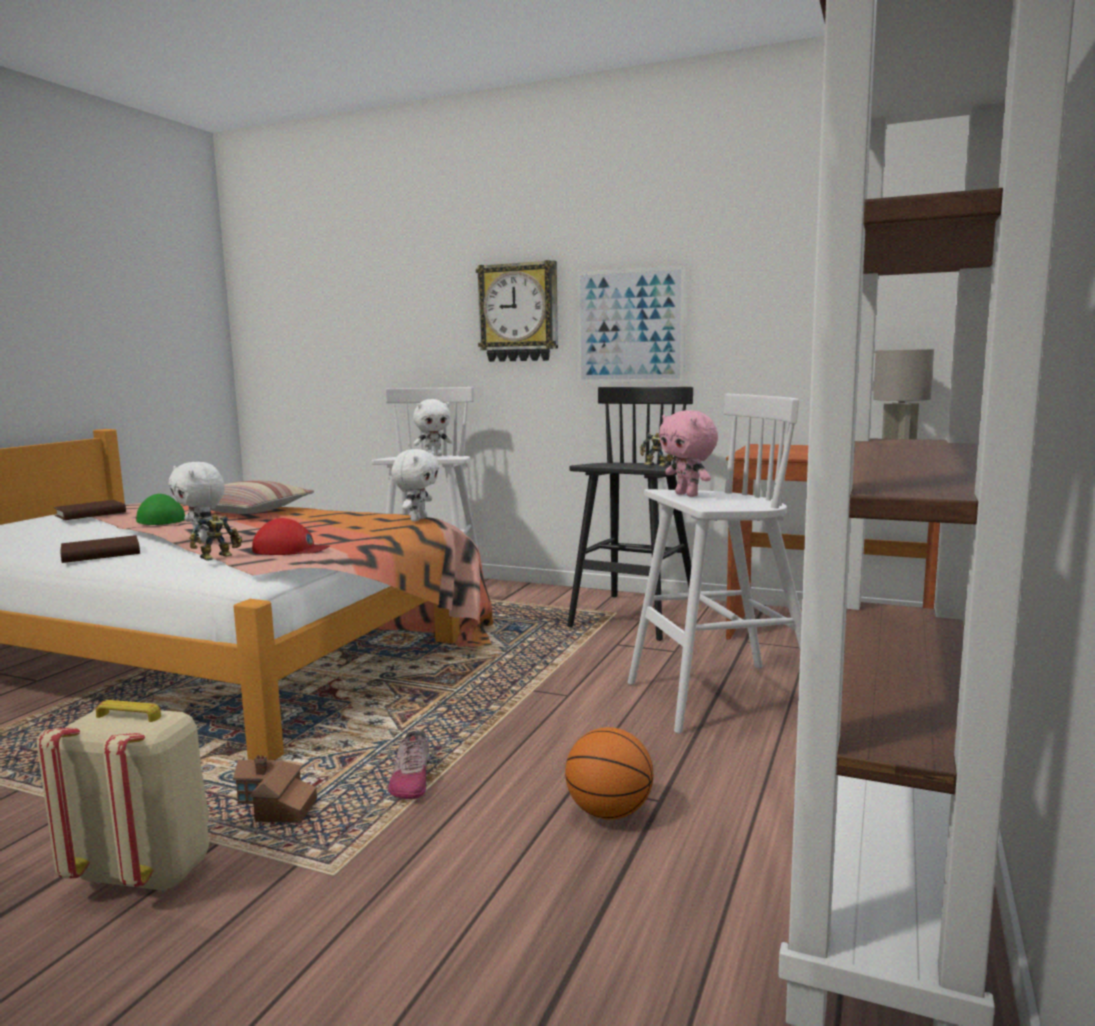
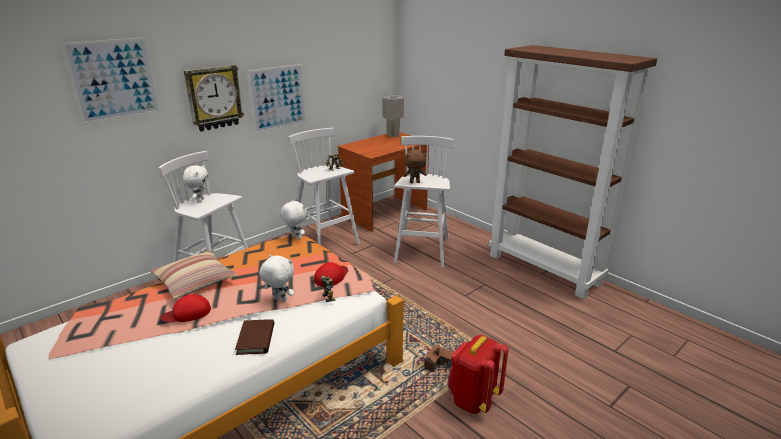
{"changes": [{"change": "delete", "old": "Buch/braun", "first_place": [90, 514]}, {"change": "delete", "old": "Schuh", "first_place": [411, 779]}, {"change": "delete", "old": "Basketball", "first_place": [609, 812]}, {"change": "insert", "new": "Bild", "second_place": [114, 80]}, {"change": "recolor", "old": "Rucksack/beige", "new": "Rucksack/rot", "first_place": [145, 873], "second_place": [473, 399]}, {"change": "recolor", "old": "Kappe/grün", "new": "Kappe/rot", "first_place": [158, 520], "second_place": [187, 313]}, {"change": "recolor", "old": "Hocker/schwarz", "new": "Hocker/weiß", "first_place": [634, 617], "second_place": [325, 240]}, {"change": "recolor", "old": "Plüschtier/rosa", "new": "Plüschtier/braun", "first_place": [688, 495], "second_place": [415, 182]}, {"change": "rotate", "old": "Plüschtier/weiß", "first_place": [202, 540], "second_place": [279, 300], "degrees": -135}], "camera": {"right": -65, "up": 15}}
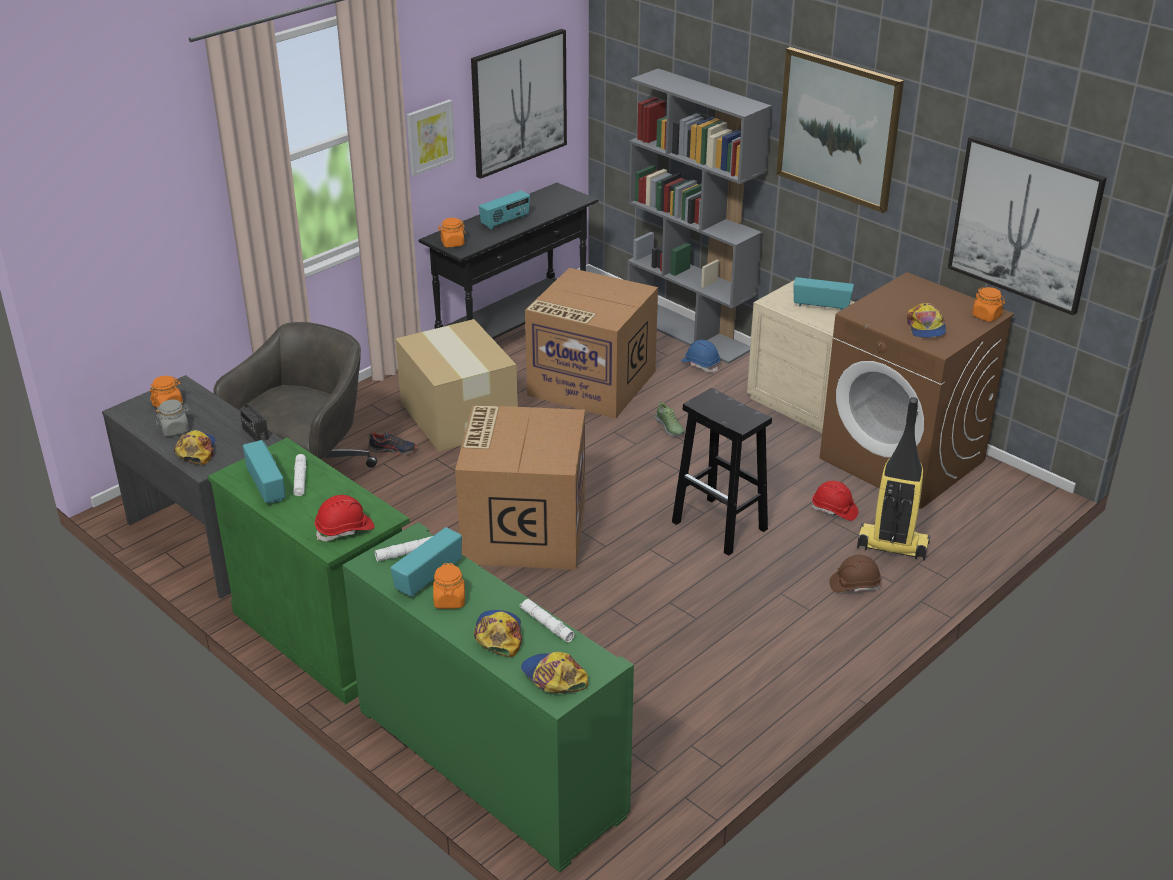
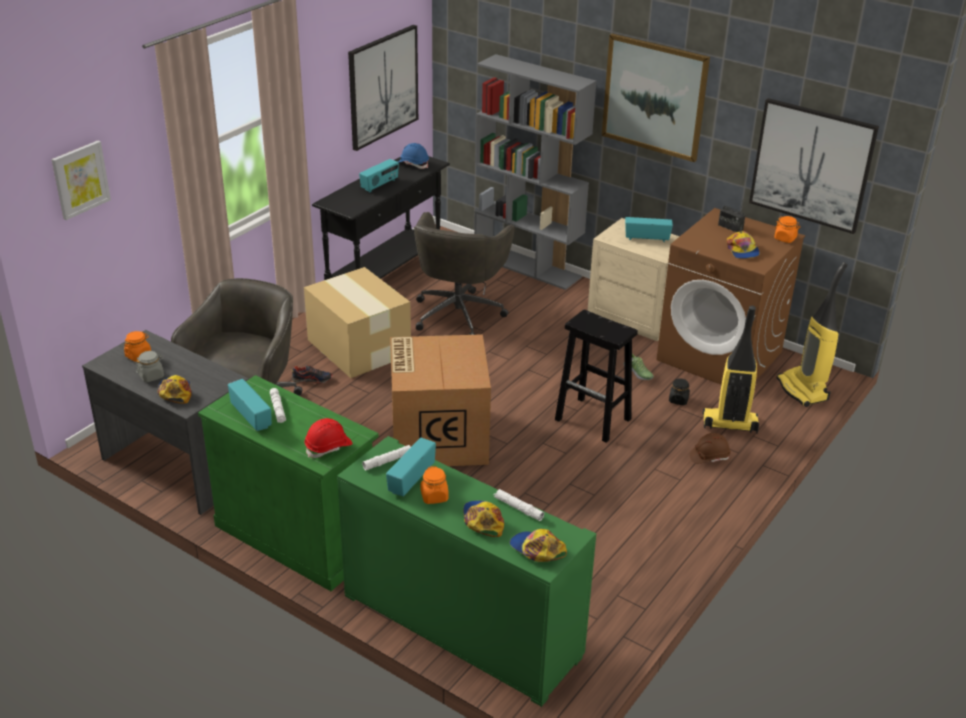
{"changes": [{"change": "delete", "old": "Vorratsglas/orange", "first_place": [452, 243]}, {"change": "insert", "new": "Staubsauger", "second_place": [803, 390]}, {"change": "move", "old": "Radio", "first_place": [255, 434], "second_place": [730, 227]}, {"change": "move", "old": "Bild", "first_place": [430, 137], "second_place": [80, 179]}, {"change": "move", "old": "Schuh", "first_place": [669, 427], "second_place": [638, 373]}, {"change": "move", "old": "Schutzhelm/blau", "first_place": [700, 364], "second_place": [413, 164]}, {"change": "replace", "old": "Karton", "new": "Bürostuhl/grau", "first_place": [590, 383], "second_place": [459, 313]}, {"change": "replace", "old": "Schutzhelm/rot", "new": "Vorratsglas/schwarz", "first_place": [834, 510], "second_place": [678, 400]}], "camera": {"right": -10, "up": 0}}
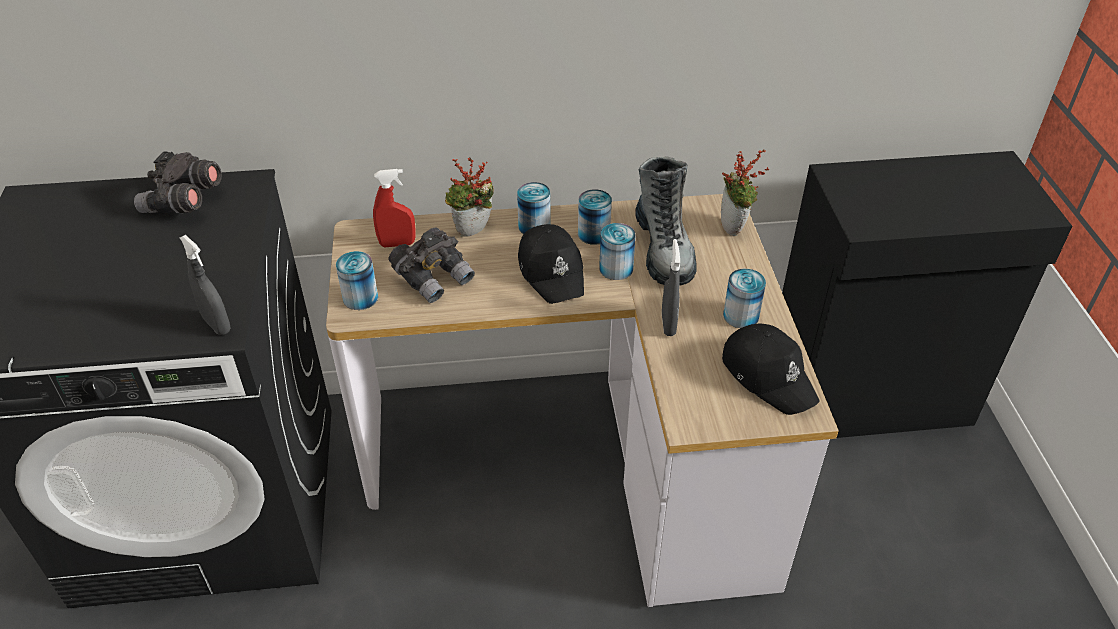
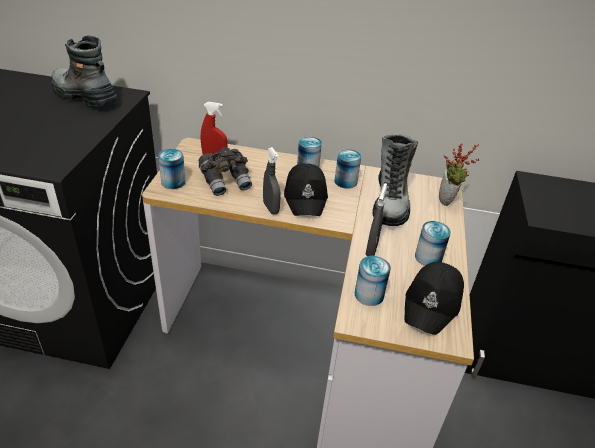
{"changes": [{"change": "delete", "old": "Topfpflanze", "first_place": [473, 233]}, {"change": "move", "old": "Sprühflasche/grau", "first_place": [216, 325], "second_place": [271, 208]}, {"change": "move", "old": "Dose", "first_place": [616, 268], "second_place": [369, 294]}, {"change": "replace", "old": "Fernglas/grau", "new": "Stiefel", "first_place": [183, 204], "second_place": [84, 96]}, {"change": "rotate", "old": "Kappe/schwarz", "first_place": [769, 375], "second_place": [433, 303], "degrees": 45}], "camera": {"right": 15, "up": -5}}
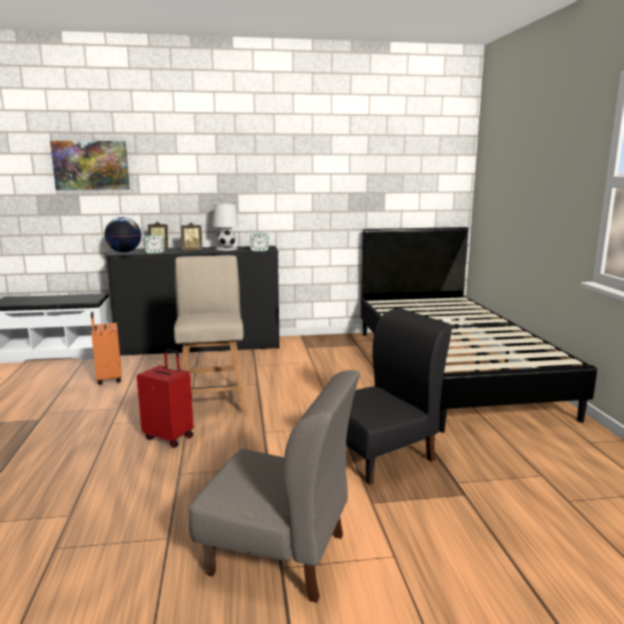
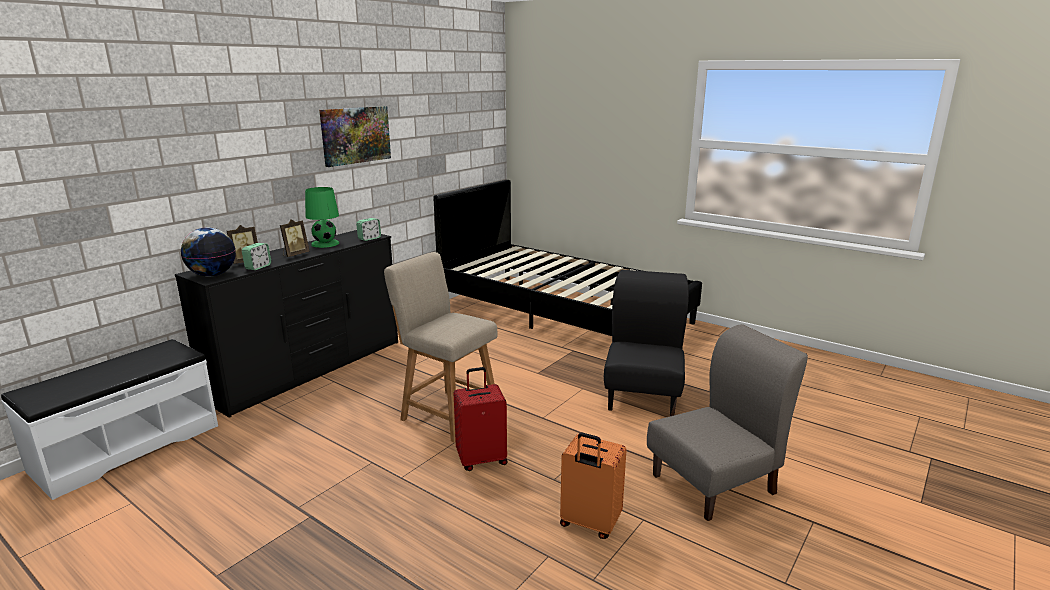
{"changes": [{"change": "move", "old": "Bild", "first_place": [91, 165], "second_place": [355, 135]}, {"change": "move", "old": "Koffer/orange", "first_place": [108, 379], "second_place": [589, 524]}, {"change": "recolor", "old": "Tischlampe/weiß", "new": "Tischlampe/grün", "first_place": [226, 249], "second_place": [325, 243]}], "camera": {"right": -45, "up": 5}}
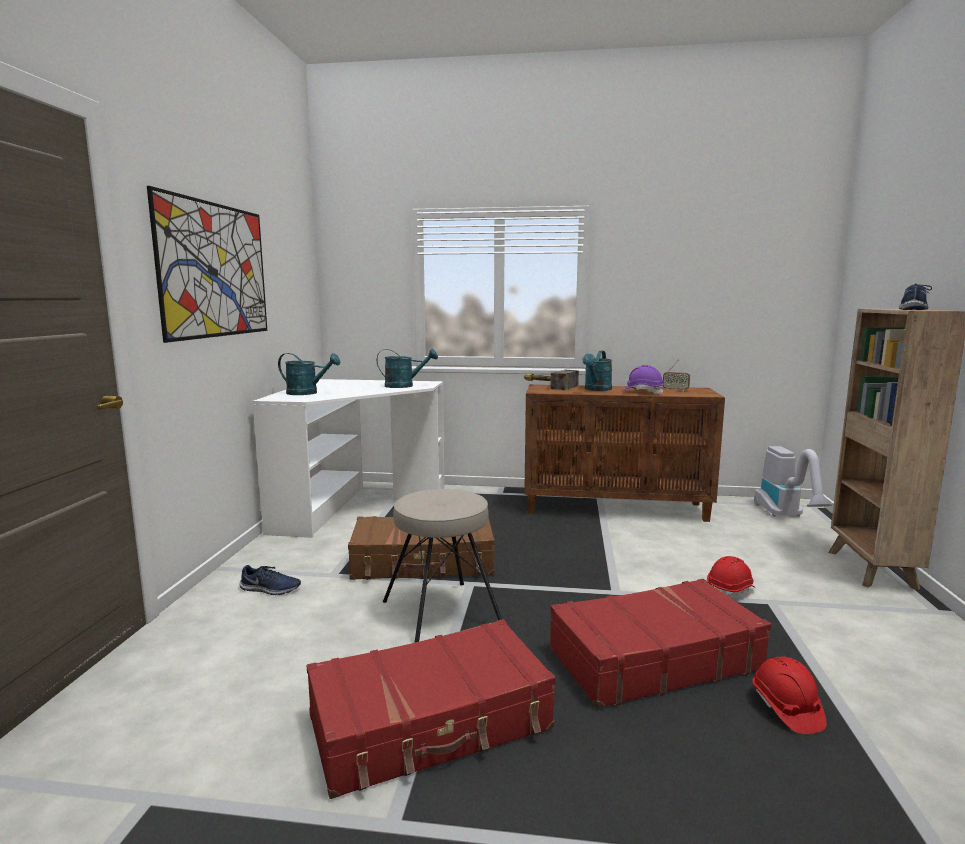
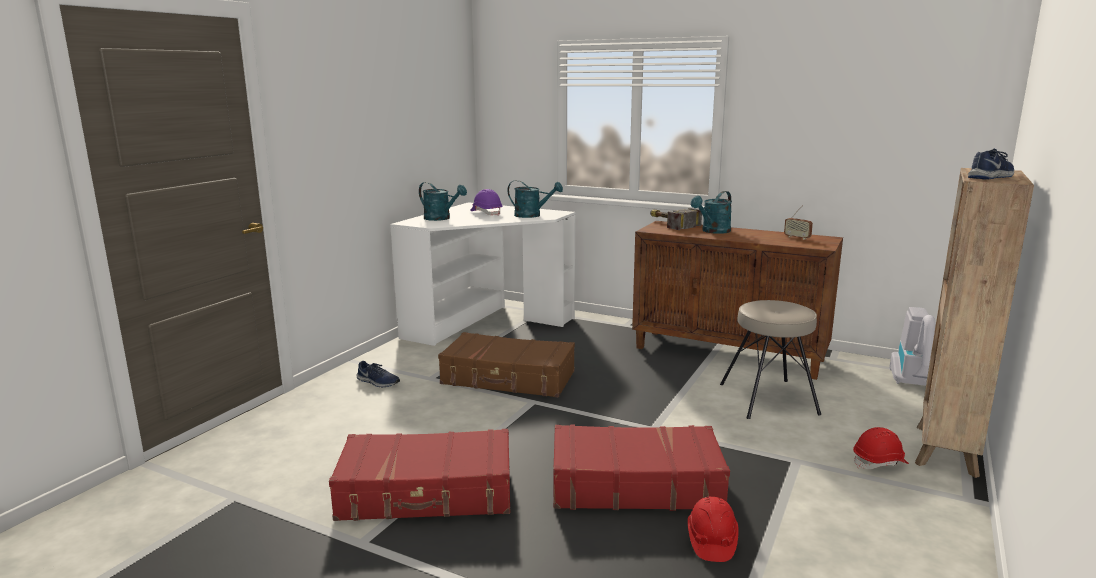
{"changes": [{"change": "delete", "old": "Bild", "first_place": [216, 270]}, {"change": "move", "old": "Hocker/beige", "first_place": [442, 613], "second_place": [769, 398]}, {"change": "move", "old": "Schutzhelm/lila", "first_place": [642, 392], "second_place": [486, 213]}, {"change": "move", "old": "Schutzhelm/rot", "first_place": [731, 591], "second_place": [879, 462]}], "camera": {"right": 20, "up": 5}}
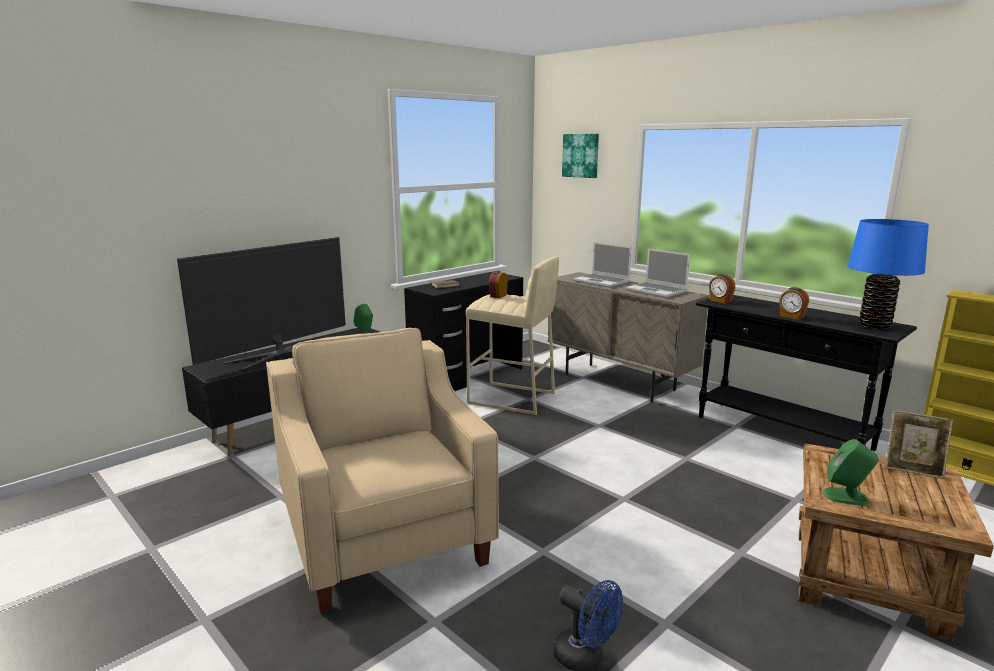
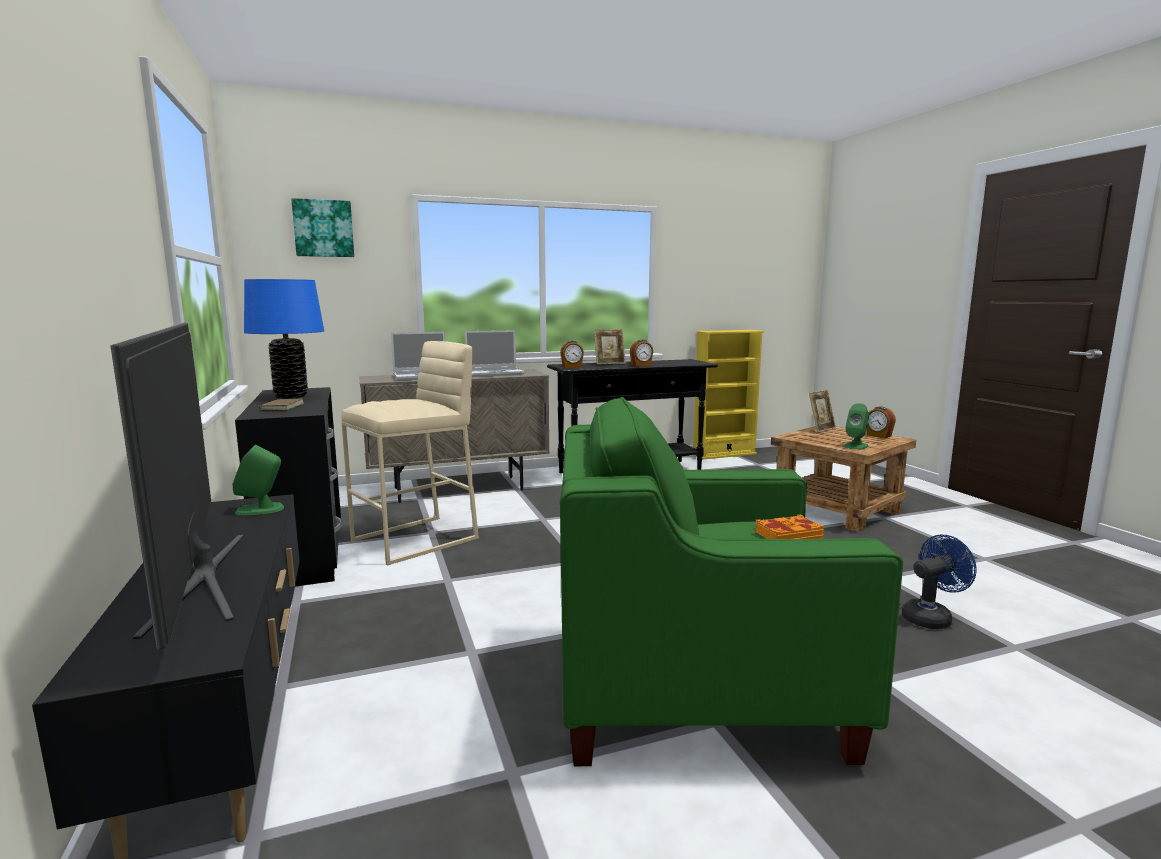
{"changes": [{"change": "insert", "new": "Bilderrahmen", "second_place": [609, 363]}, {"change": "insert", "new": "Buch/orange", "second_place": [788, 535]}, {"change": "move", "old": "Wecker", "first_place": [498, 296], "second_place": [878, 435]}, {"change": "move", "old": "Tischlampe/blau", "first_place": [874, 325], "second_place": [291, 396]}, {"change": "recolor", "old": "Sessel/beige", "new": "Sessel/grün", "first_place": [384, 536], "second_place": [695, 685]}], "camera": {"right": -65, "up": -5}}
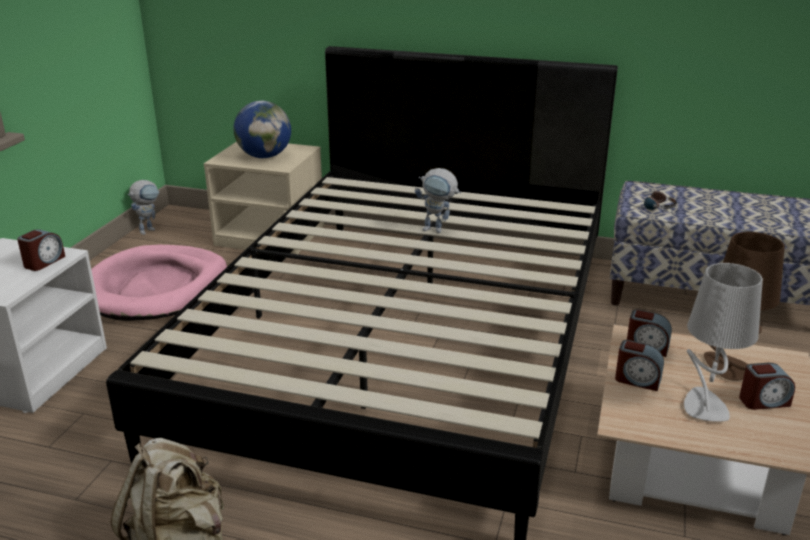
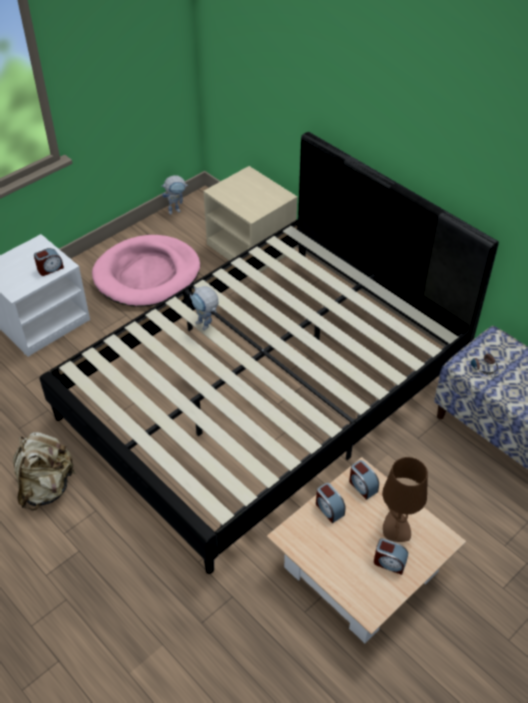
{"changes": [{"change": "delete", "old": "Globus", "first_place": [264, 156]}, {"change": "delete", "old": "Tischlampe/grau", "first_place": [703, 406]}, {"change": "move", "old": "Spielzeugroboter", "first_place": [438, 230], "second_place": [206, 326]}], "camera": {"right": 30, "up": 20}}
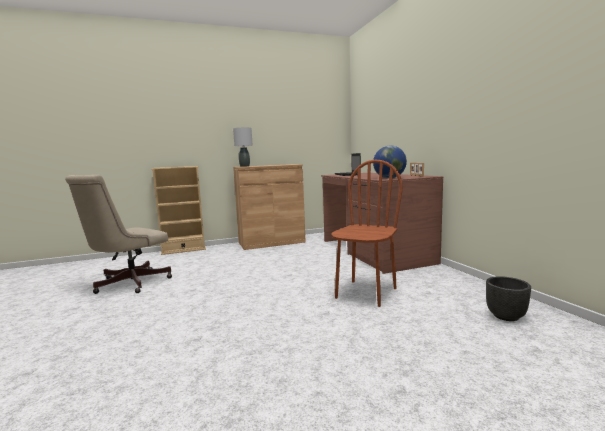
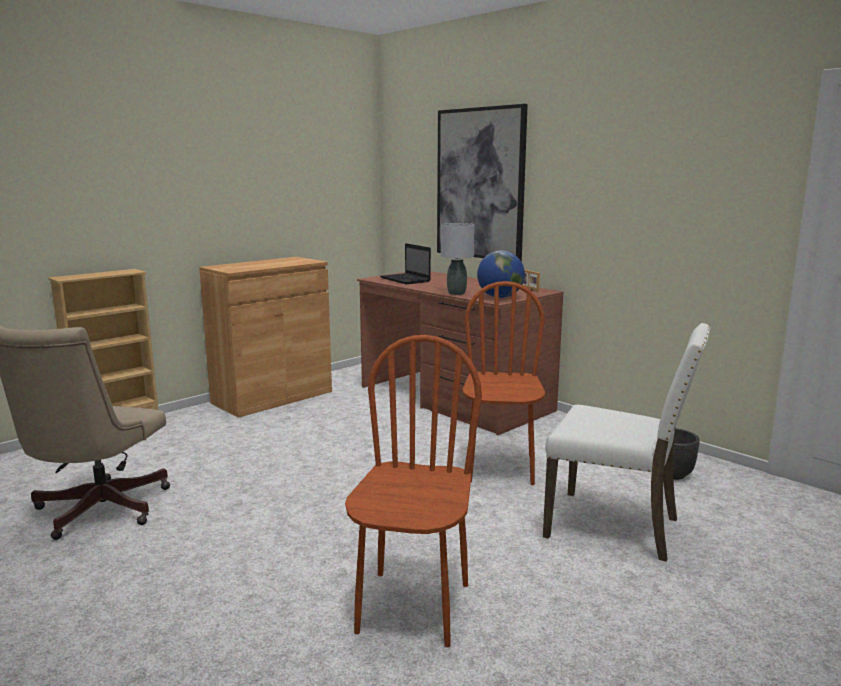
{"changes": [{"change": "insert", "new": "Stuhl/braun", "second_place": [412, 607]}, {"change": "insert", "new": "Bild", "second_place": [480, 184]}, {"change": "insert", "new": "Stuhl/weiß", "second_place": [616, 526]}, {"change": "move", "old": "Tischlampe/grau", "first_place": [245, 166], "second_place": [457, 293]}], "camera": {"right": -25, "up": 5}}
